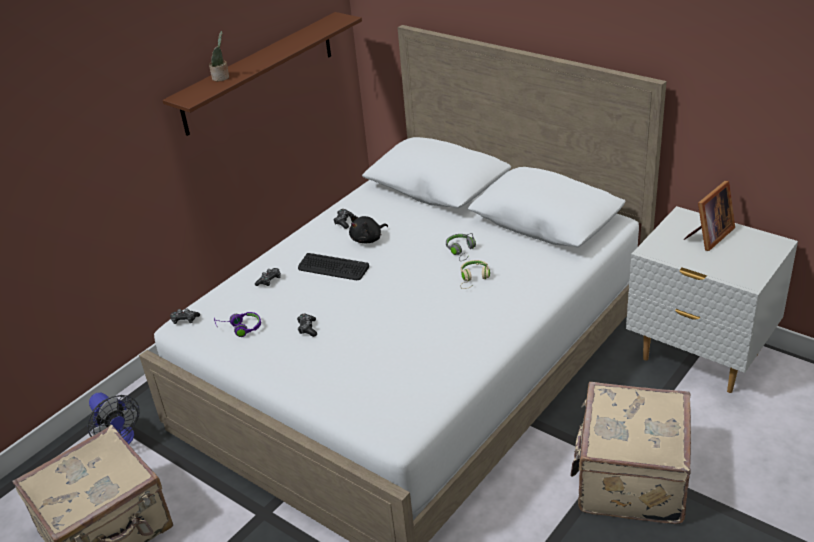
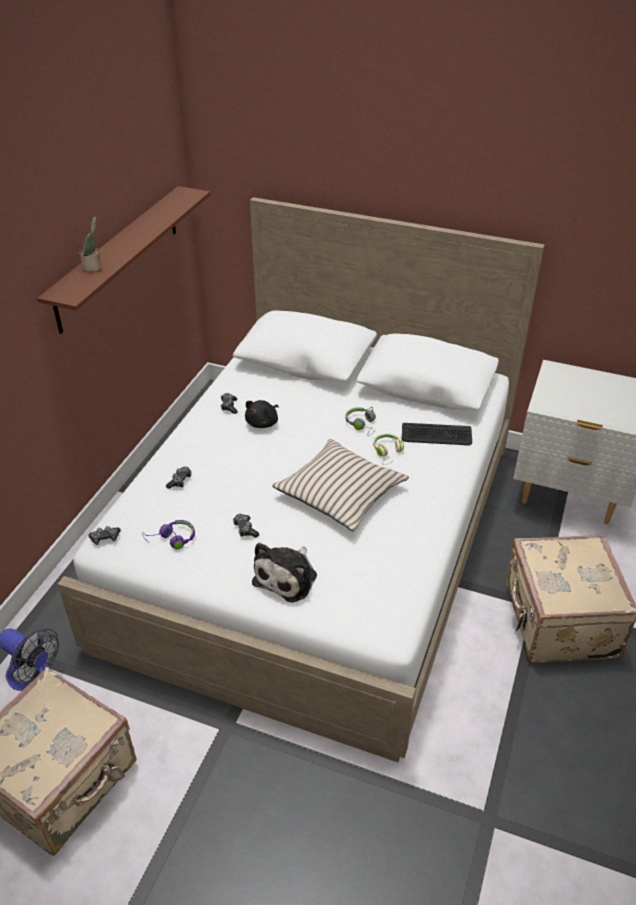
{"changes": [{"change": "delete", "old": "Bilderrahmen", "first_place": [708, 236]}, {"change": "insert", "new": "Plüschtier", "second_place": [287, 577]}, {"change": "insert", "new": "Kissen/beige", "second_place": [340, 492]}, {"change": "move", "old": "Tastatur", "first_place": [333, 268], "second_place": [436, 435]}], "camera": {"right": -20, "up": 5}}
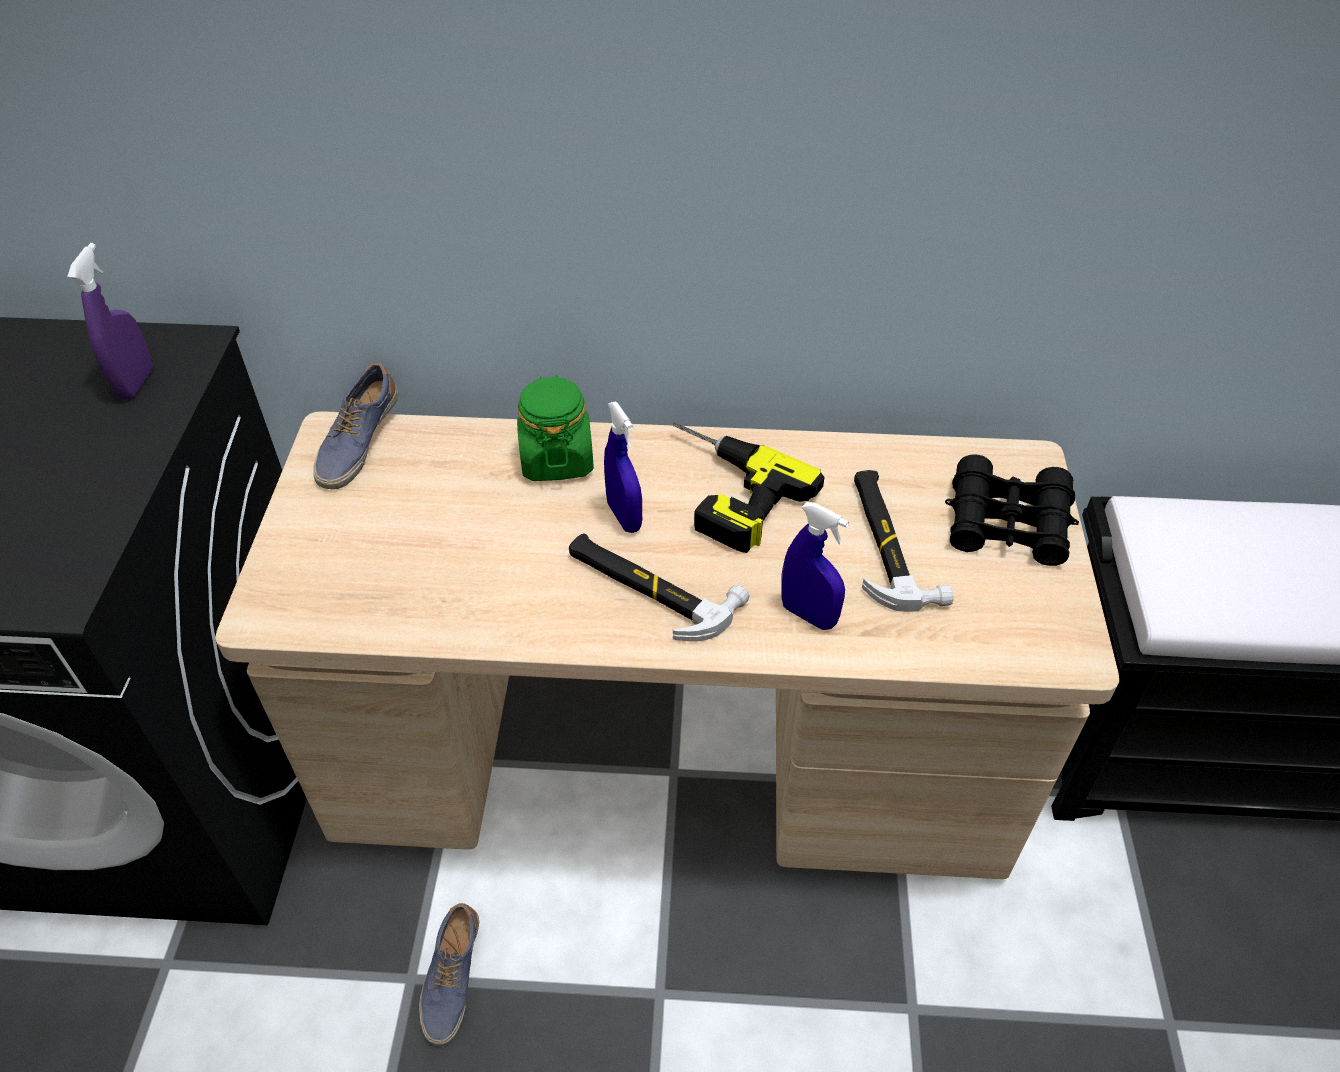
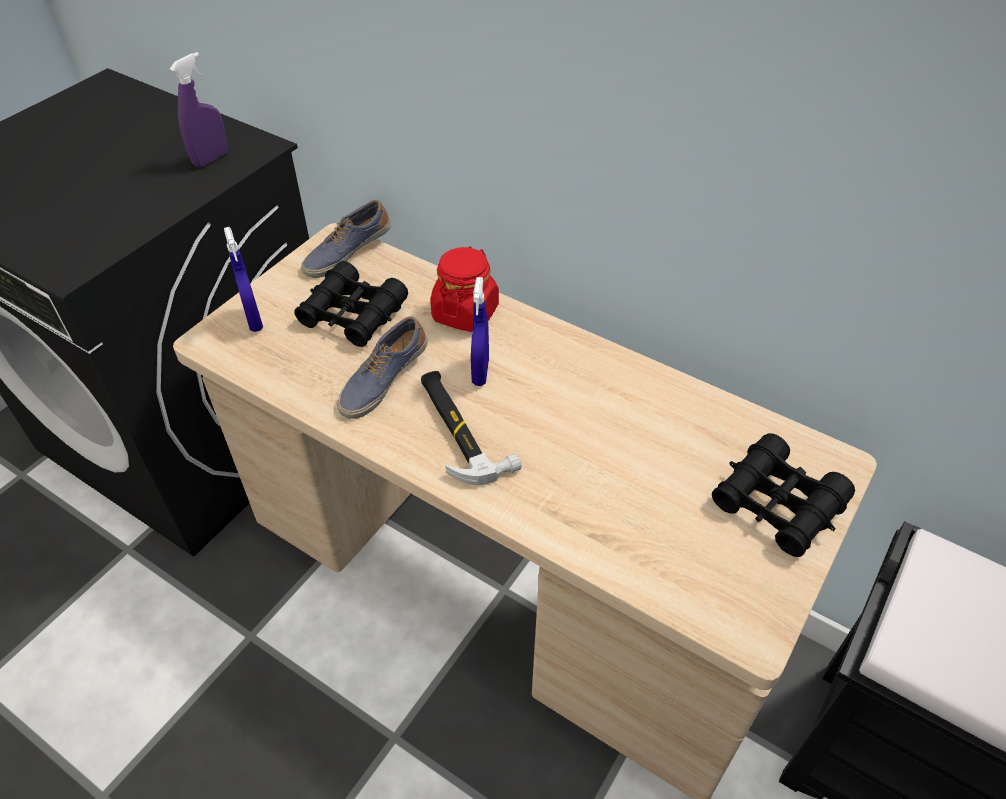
{"changes": [{"change": "delete", "old": "Bohrmaschine", "first_place": [721, 491]}, {"change": "delete", "old": "Hammer", "first_place": [887, 543]}, {"change": "insert", "new": "Fernglas/schwarz", "second_place": [353, 314]}, {"change": "move", "old": "Schuh", "first_place": [451, 979], "second_place": [383, 380]}, {"change": "move", "old": "Sprühflasche/blau", "first_place": [808, 615], "second_place": [254, 320]}, {"change": "recolor", "old": "Vorratsglas/grün", "new": "Vorratsglas/rot", "first_place": [556, 458], "second_place": [465, 313]}], "camera": {"right": 30, "up": 0}}
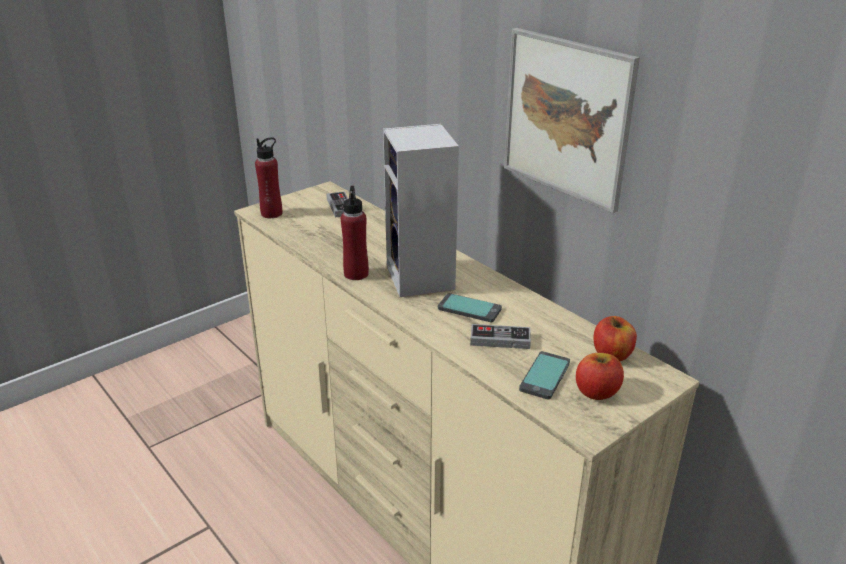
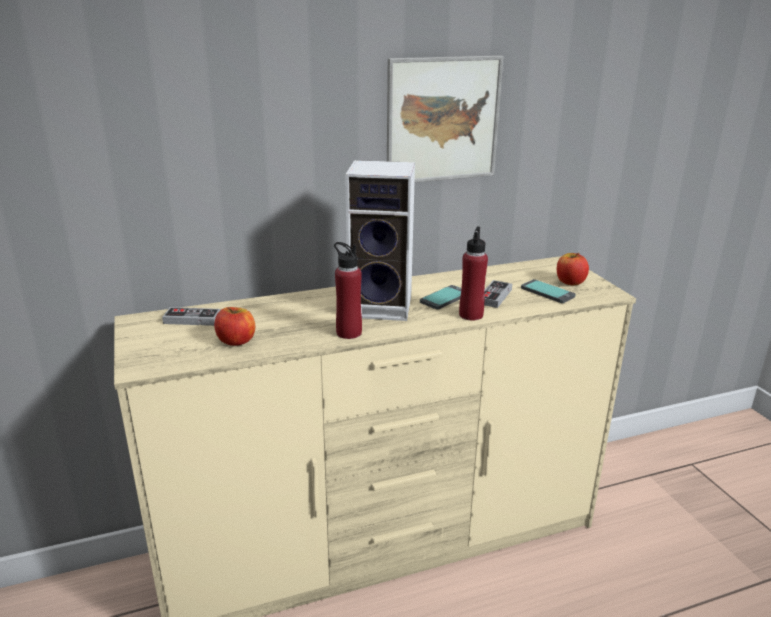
{"changes": [{"change": "move", "old": "Flasche/rot", "first_place": [272, 213], "second_place": [471, 315]}, {"change": "move", "old": "Apfel", "first_place": [612, 354], "second_place": [236, 341]}], "camera": {"right": -70, "up": -5}}
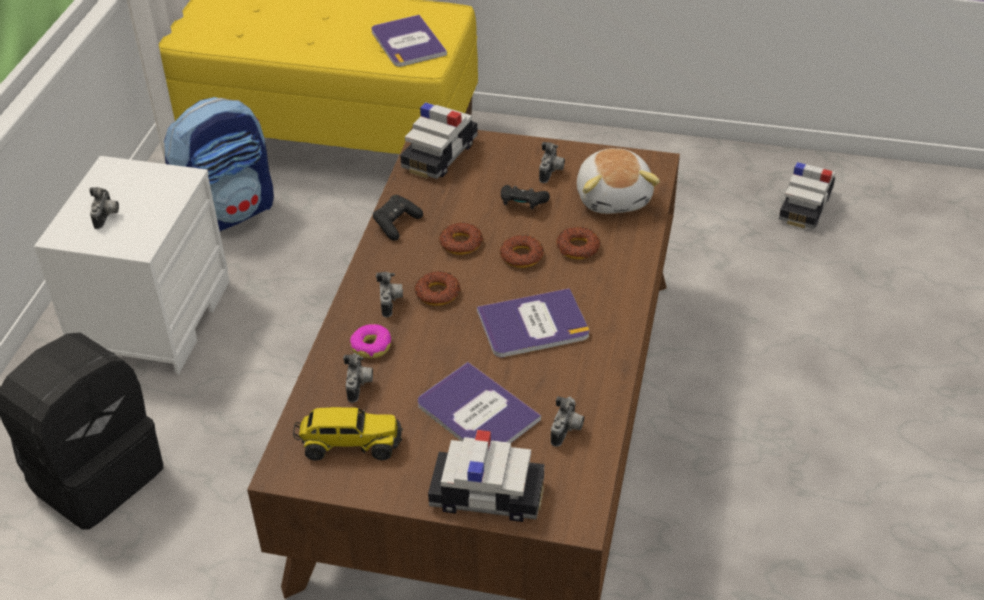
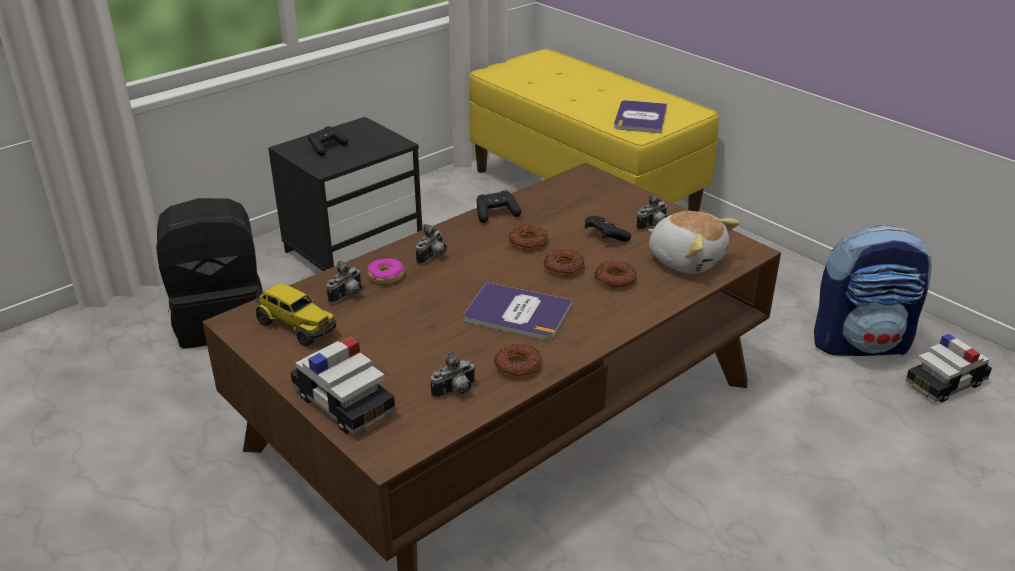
{"changes": [{"change": "delete", "old": "Spielzeugauto", "first_place": [439, 155]}, {"change": "delete", "old": "Buch", "first_place": [477, 412]}, {"change": "move", "old": "Rucksack", "first_place": [229, 213], "second_place": [861, 343]}, {"change": "move", "old": "Donut", "first_place": [438, 293], "second_place": [518, 366]}, {"change": "replace", "old": "Kamera", "new": "Gamepad/schwarz", "first_place": [107, 217], "second_place": [327, 147]}, {"change": "recolor", "old": "Nachttisch/weiß", "new": "Nachttisch/schwarz", "first_place": [152, 317], "second_place": [354, 249]}, {"change": "rotate", "old": "Plüschtier", "first_place": [614, 197], "second_place": [686, 259], "degrees": -75}], "camera": {"right": 35, "up": -10}}
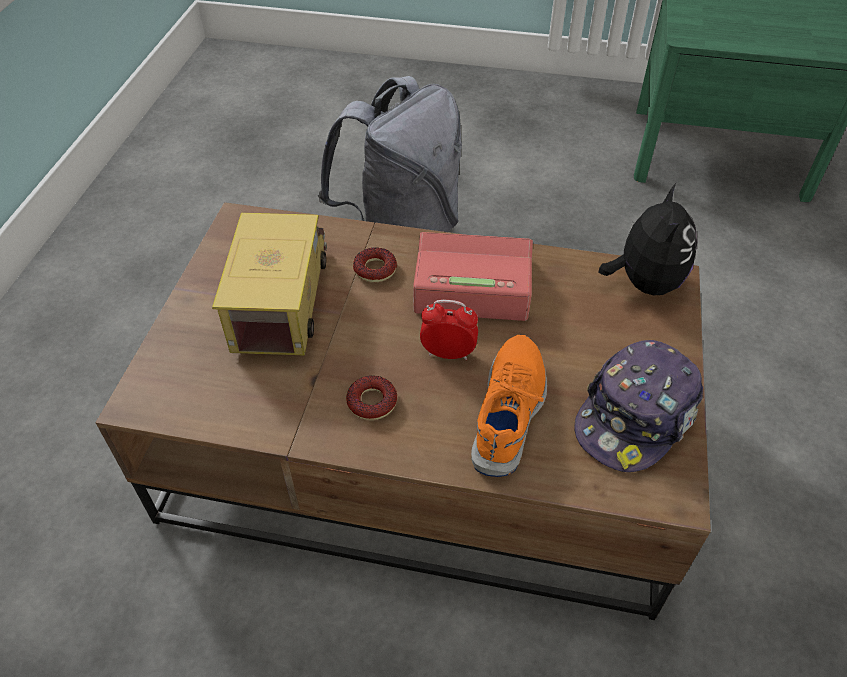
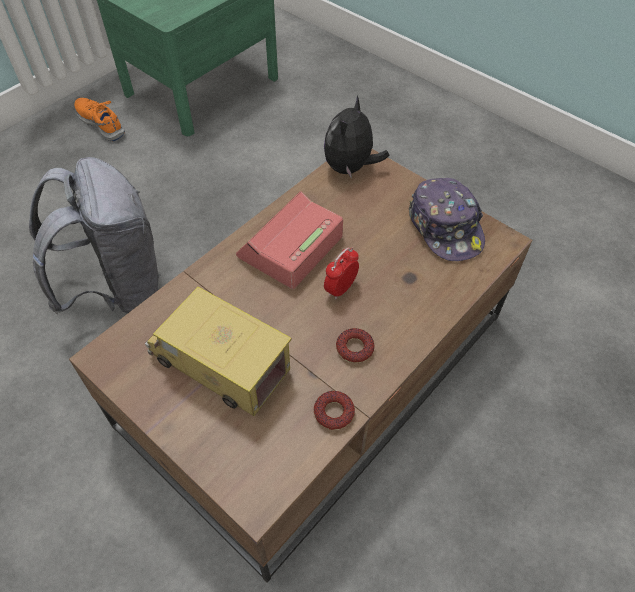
{"changes": [{"change": "move", "old": "Donut", "first_place": [375, 269], "second_place": [334, 413]}, {"change": "move", "old": "Schuh/orange", "first_place": [510, 411], "second_place": [101, 123]}, {"change": "rotate", "old": "Plüschtier", "first_place": [644, 282], "second_place": [350, 168], "degrees": -105}], "camera": {"right": -60, "up": 5}}
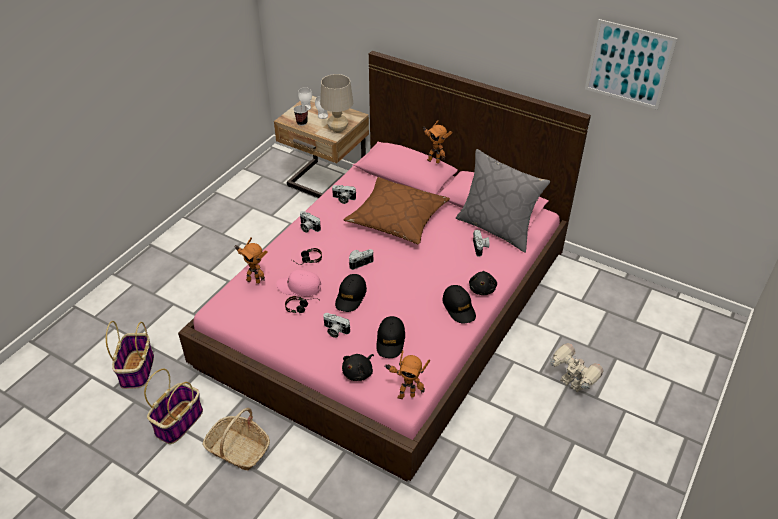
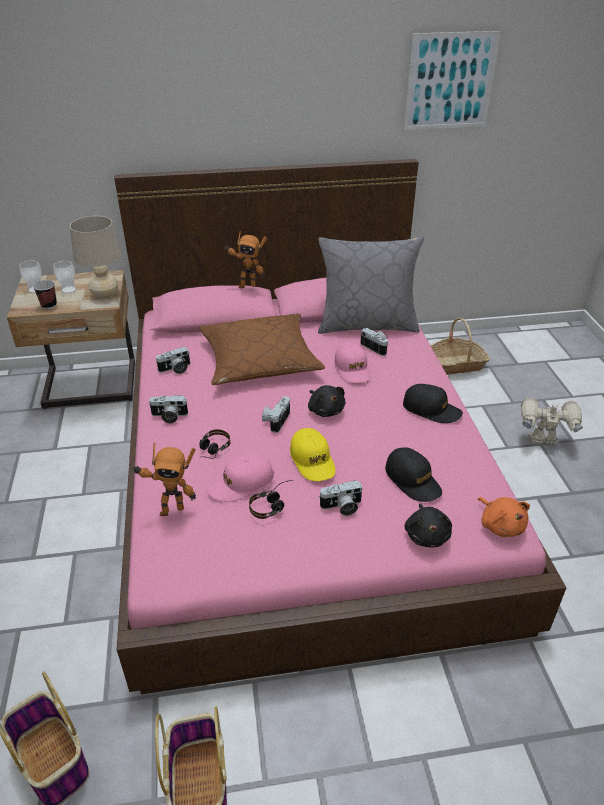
{"changes": [{"change": "insert", "new": "Kappe/rosa", "second_place": [352, 369]}, {"change": "move", "old": "Korb", "first_place": [238, 449], "second_place": [456, 364]}, {"change": "move", "old": "Plüschtier/schwarz", "first_place": [482, 289], "second_place": [325, 410]}, {"change": "replace", "old": "Spielzeugroboter", "new": "Plüschtier/orange", "first_place": [405, 394], "second_place": [500, 525]}, {"change": "recolor", "old": "Kappe/schwarz", "new": "Kappe/gelb", "first_place": [351, 297], "second_place": [312, 460]}], "camera": {"right": -40, "up": -5}}
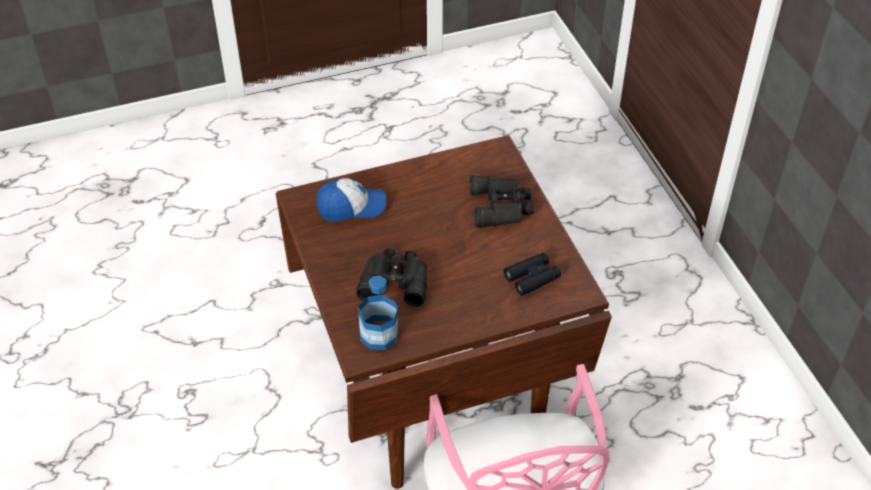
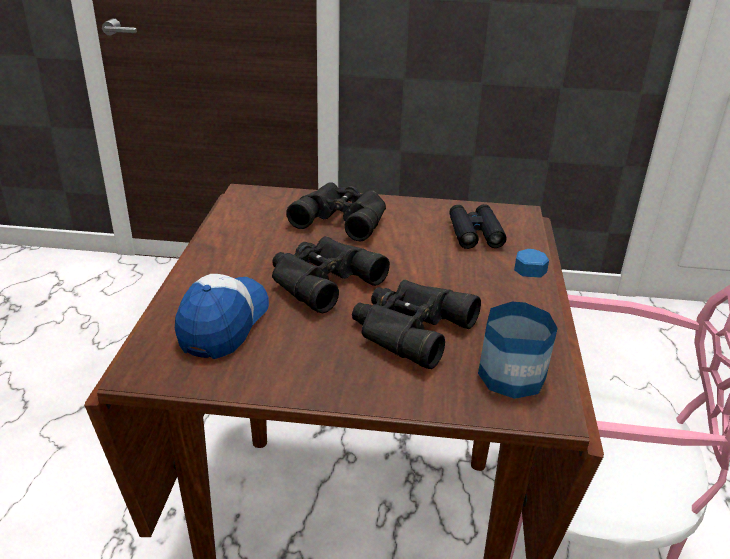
{"changes": [{"change": "insert", "new": "Fernglas/schwarz", "second_place": [320, 280]}], "camera": {"right": -65, "up": -15}}
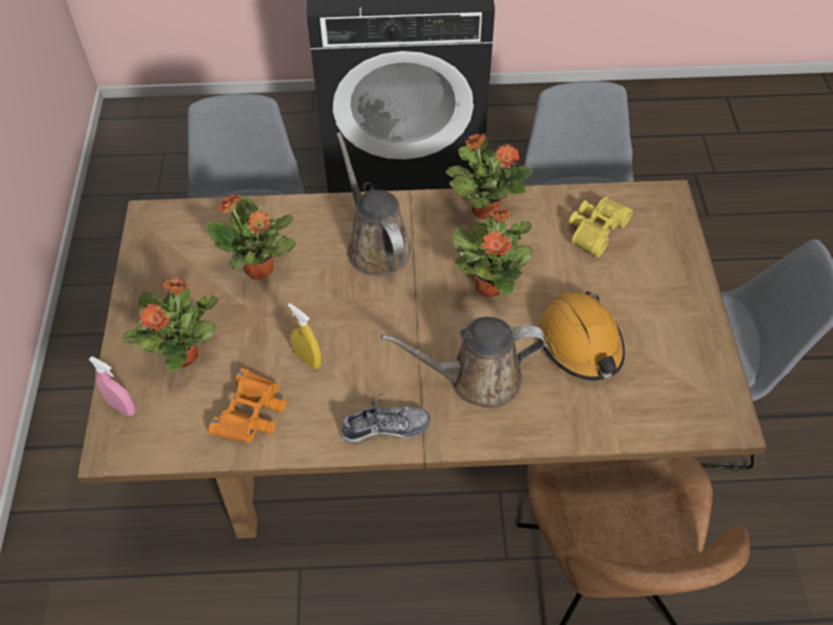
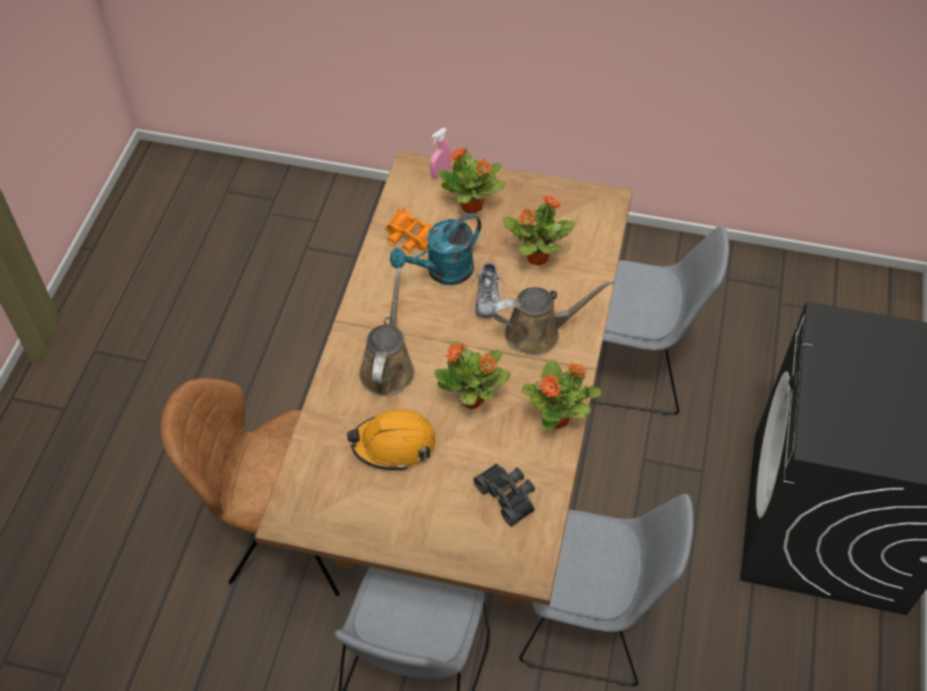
{"changes": [{"change": "move", "old": "Schuh", "first_place": [385, 428], "second_place": [487, 296]}, {"change": "replace", "old": "Sprühflasche/gelb", "new": "Gießkanne/türkis", "first_place": [308, 359], "second_place": [442, 272]}, {"change": "recolor", "old": "Fernglas/gelb", "new": "Fernglas/schwarz", "first_place": [594, 230], "second_place": [508, 495]}], "camera": {"right": 105, "up": 0}}
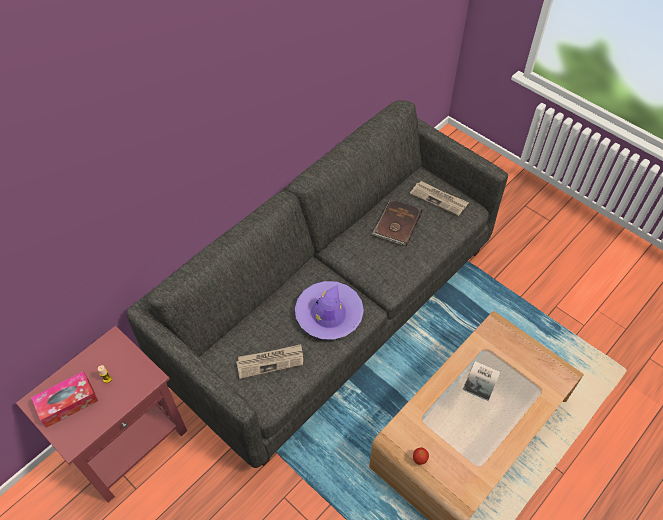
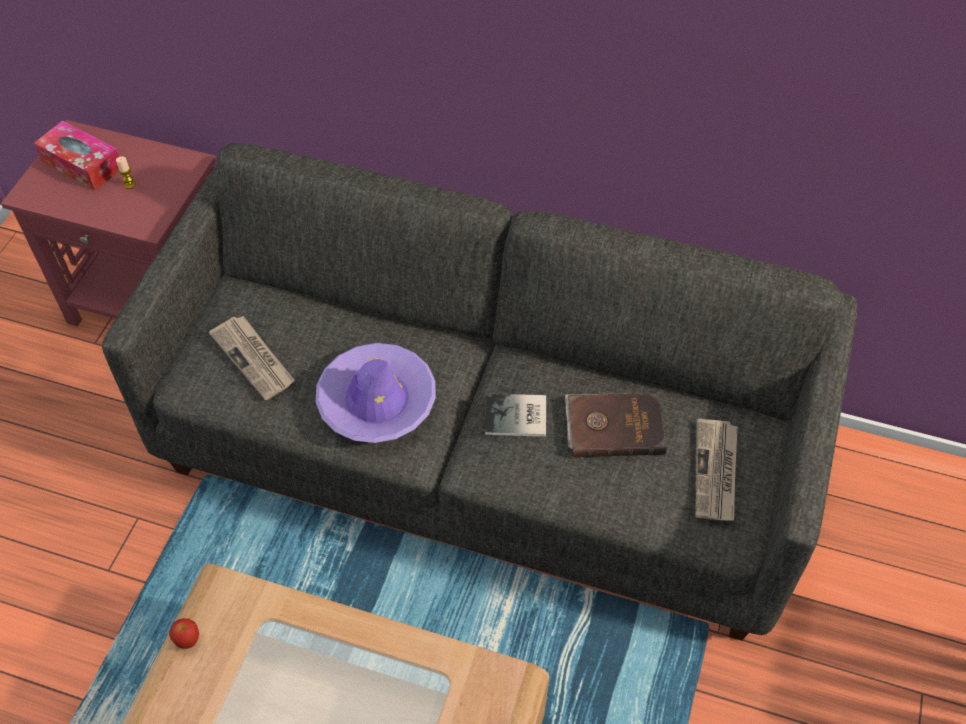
{"changes": [{"change": "move", "old": "Buch", "first_place": [482, 380], "second_place": [517, 417]}], "camera": {"right": 65, "up": 0}}
